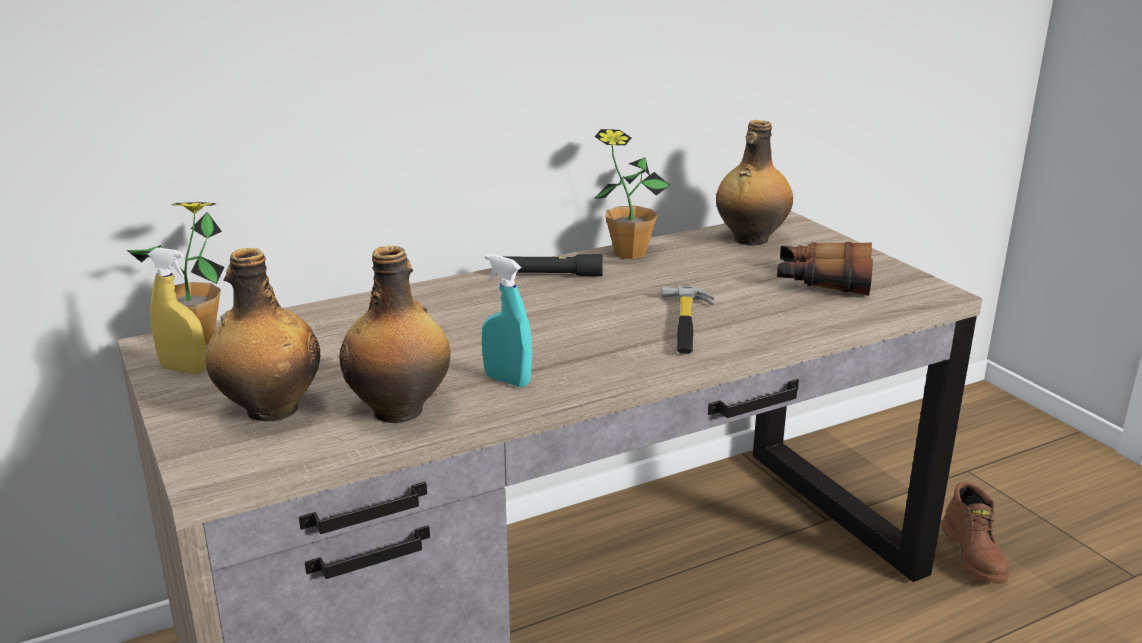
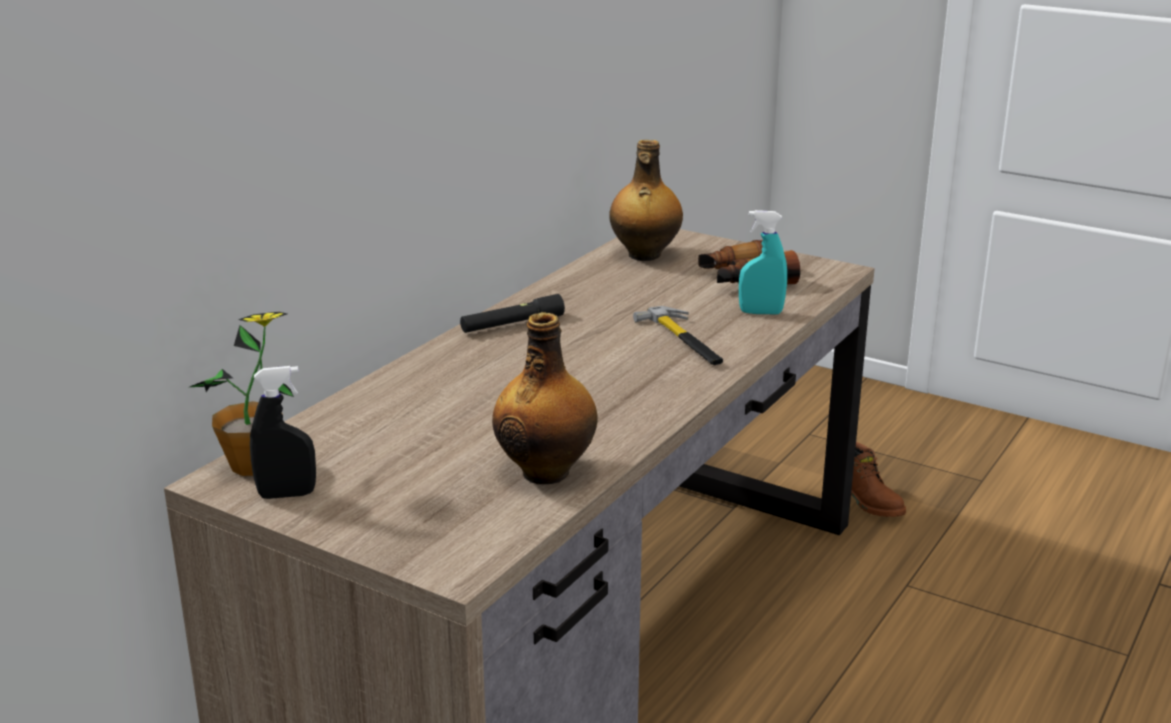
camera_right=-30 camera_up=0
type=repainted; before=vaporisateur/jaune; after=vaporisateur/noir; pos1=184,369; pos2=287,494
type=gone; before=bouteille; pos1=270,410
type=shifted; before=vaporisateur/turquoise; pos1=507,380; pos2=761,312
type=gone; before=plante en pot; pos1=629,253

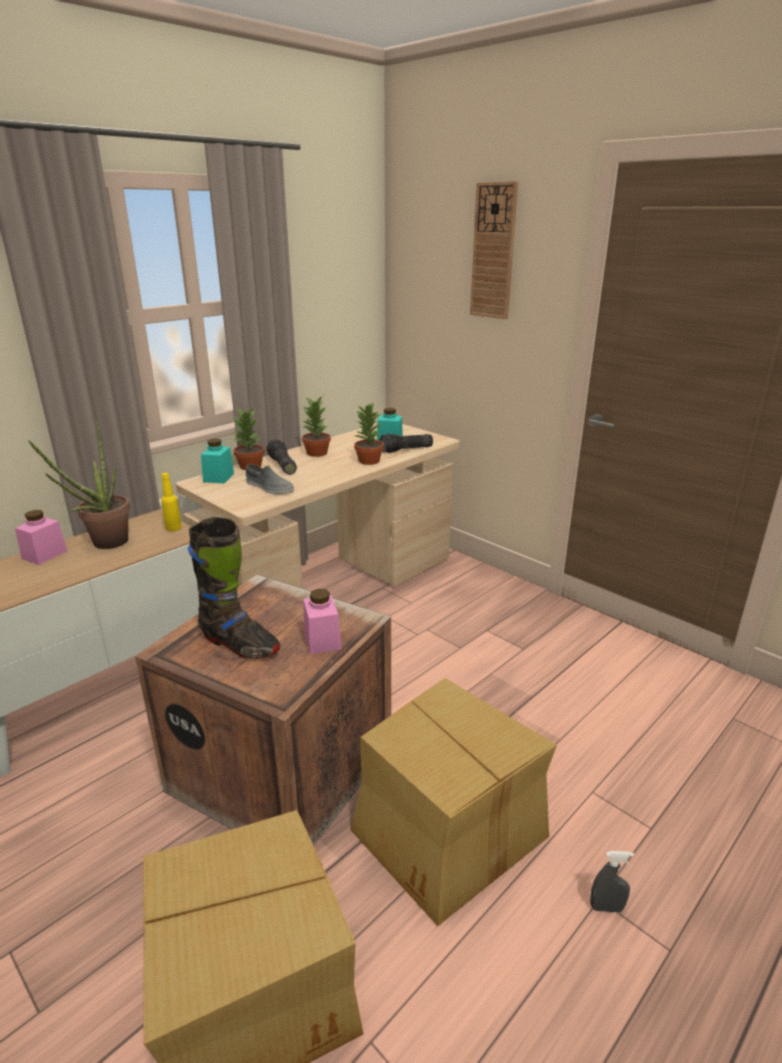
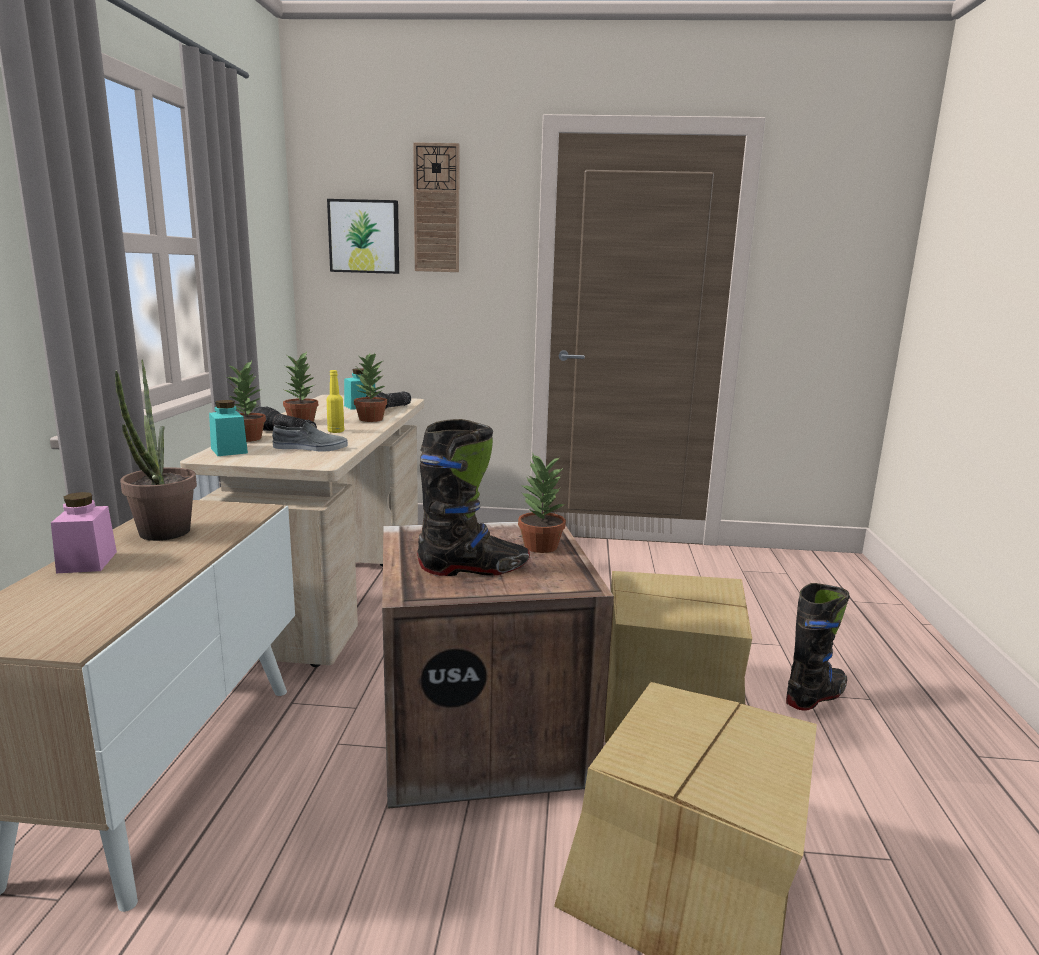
camera_right=-40 camera_up=-10
type=shifted; before=bouteille/jaune; pos1=173,528; pos2=336,431
type=swapped; before=bocal/rose; after=plante en pot; pos1=322,640; pos2=539,546
type=swapped; before=vaporisateur/gris; after=botte/noir; pos1=606,907; pos2=815,696
type=new; after=tableau; pos2=364,236

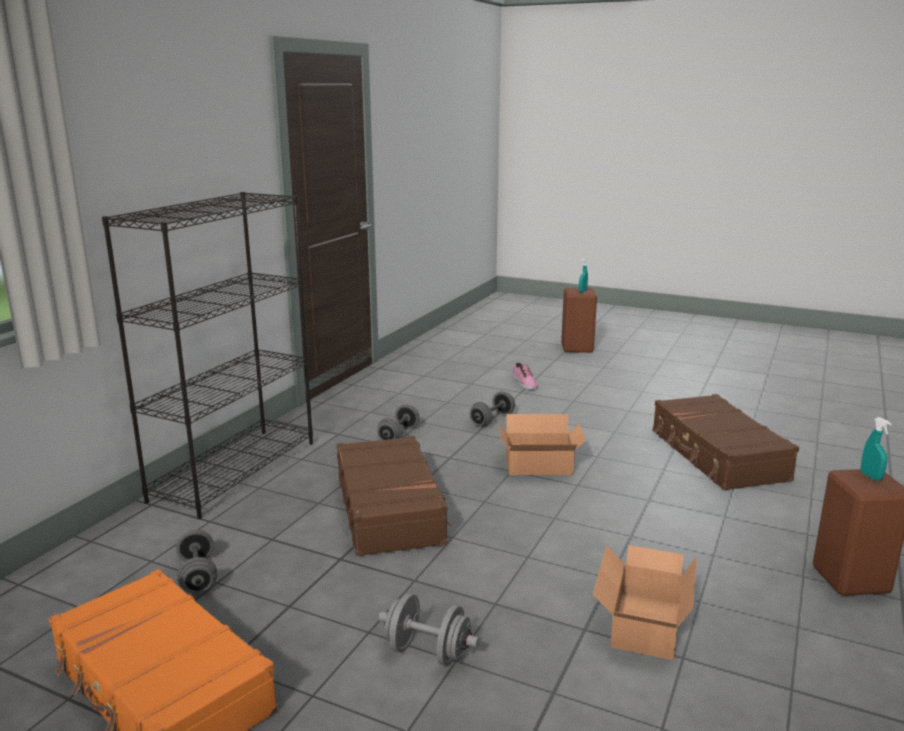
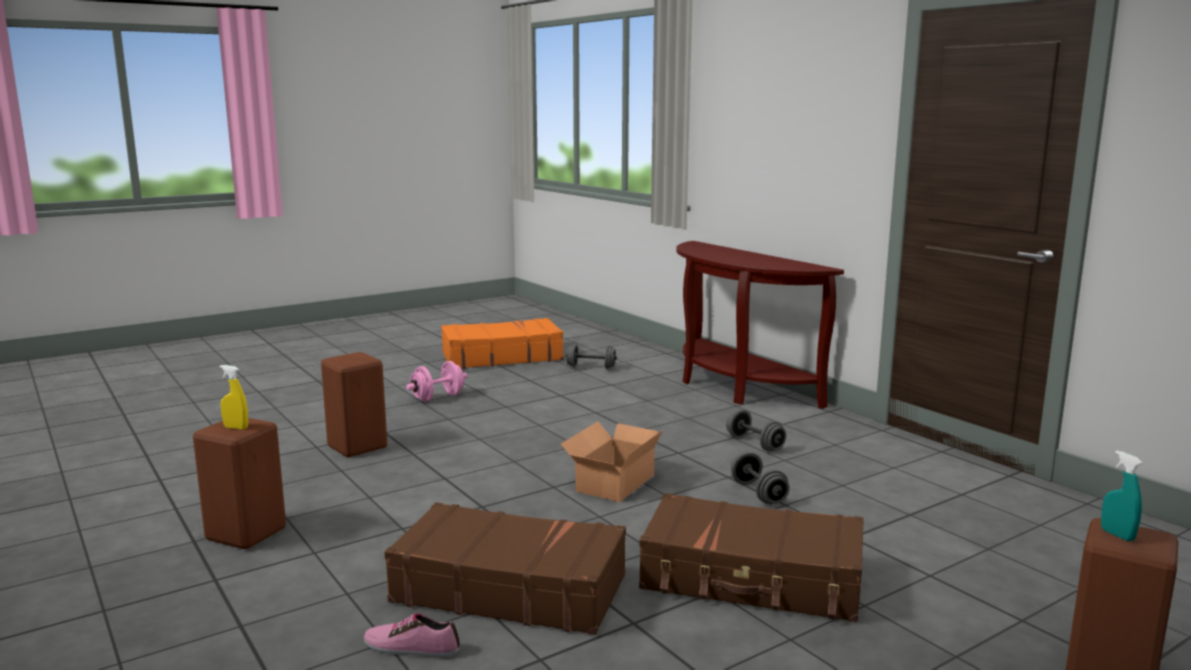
camera_right=120 camera_up=-5
type=swapped; before=bibliothèque/noir; after=table console/marron; pos1=235,470; pos2=735,386
type=shifted; before=valise/marron; pos1=390,509; pos2=752,579
type=repainted; before=haltère/gris; after=haltère/rose; pos1=428,652; pos2=438,397
type=shifted; before=chaussure; pos1=524,383; pos2=411,647
type=swapped; before=carton; after=tabouret/marron; pos1=641,626; pos2=358,446
type=repainted; before=vaporisateur/turquoise; after=vaporisateur/jaune; pos1=871,476; pos2=236,428

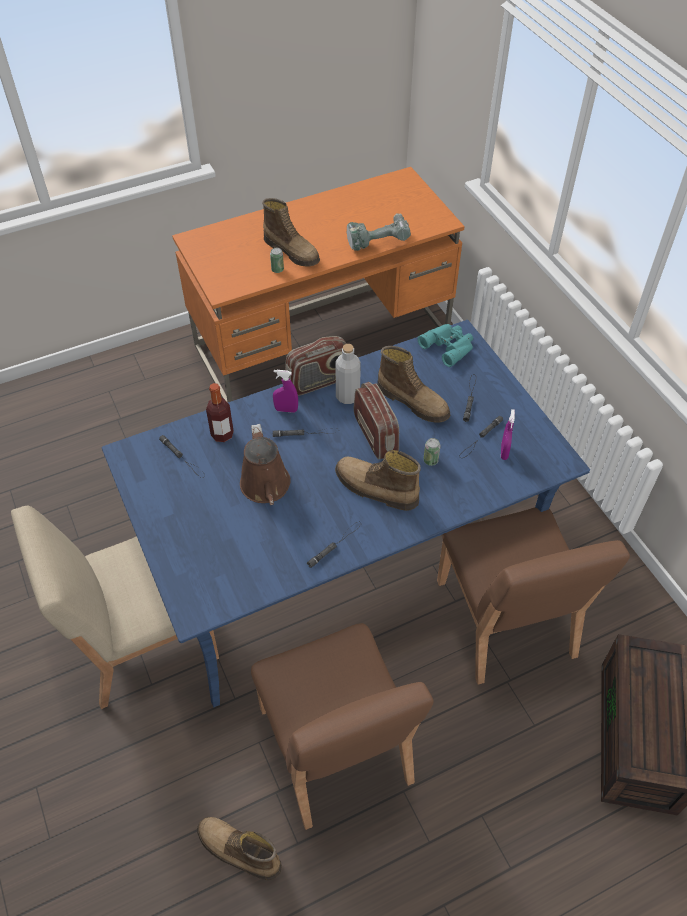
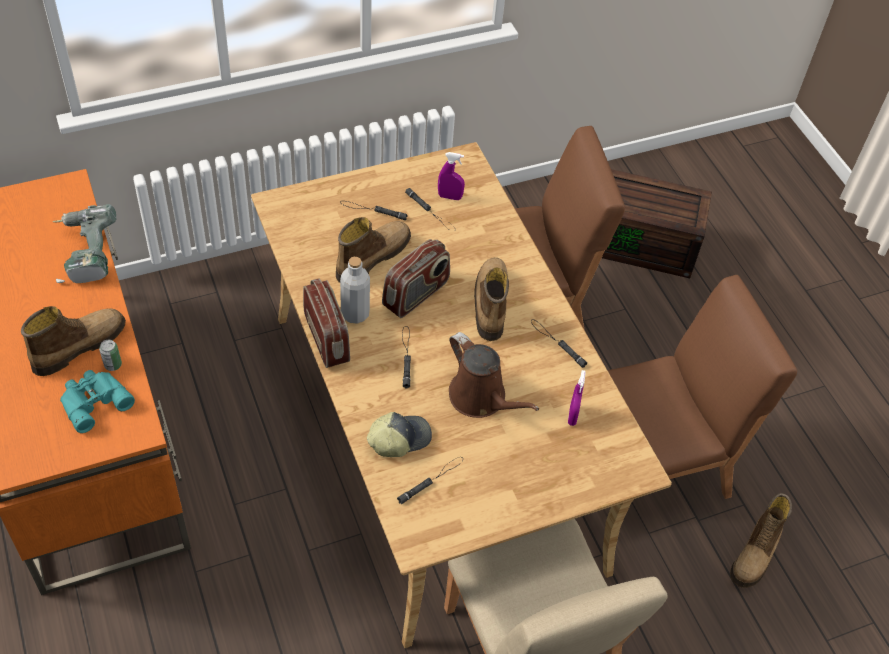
camera_right=-90 camera_up=0
type=repainted; before=table à manger/bleu; after=table à manger/beige; pos1=343,555; pos2=432,438
type=swapped; before=bouteille; after=casquette; pos1=222,434; pos2=398,438
type=rotated; before=arrosoir/marron; pos1=266,487; pos2=481,398; turn=60
type=shifted; before=vaporisateur/violet; pos1=286,410; pos2=572,416
type=rotated; before=botte; pos1=375,489; pos2=489,303; turn=150
type=rotated; before=radio; pos1=376,435; pos2=416,294; turn=150
type=shifted; before=jumelles/turquoise; pos1=449,346; pos2=93,401
type=gone; before=boîte métallique; pos1=430,460

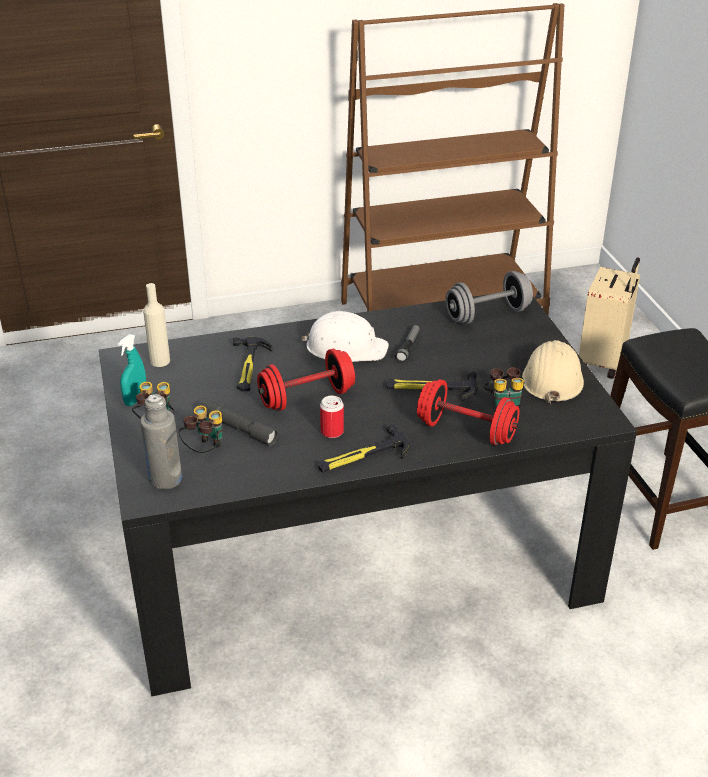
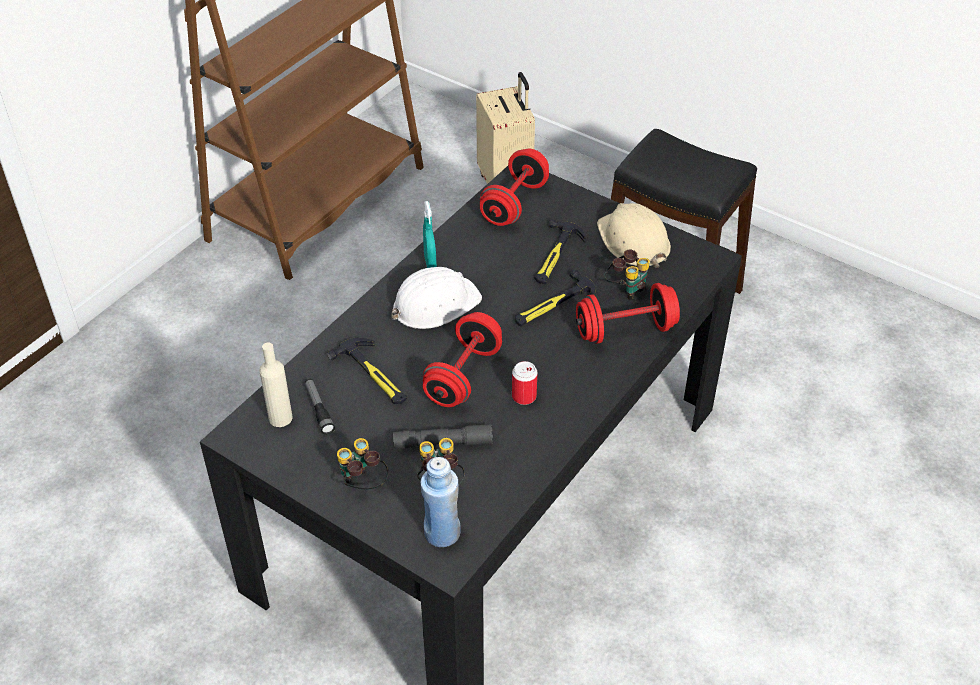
camera_right=-40 camera_up=10
type=shifted; before=vaporisateur/turquoise; pos1=135,399; pos2=430,263
type=repainted; before=bouteille/gris; after=bouteille/bleu; pos1=165,479; pos2=442,533
type=shifted; before=marteau; pos1=363,456; pos2=555,256
type=shifted; before=lampe de poche; pos1=408,346; pos2=319,409
type=repainted; before=haltère/gris; after=haltère/rouge; pos1=487,315; pos2=514,203

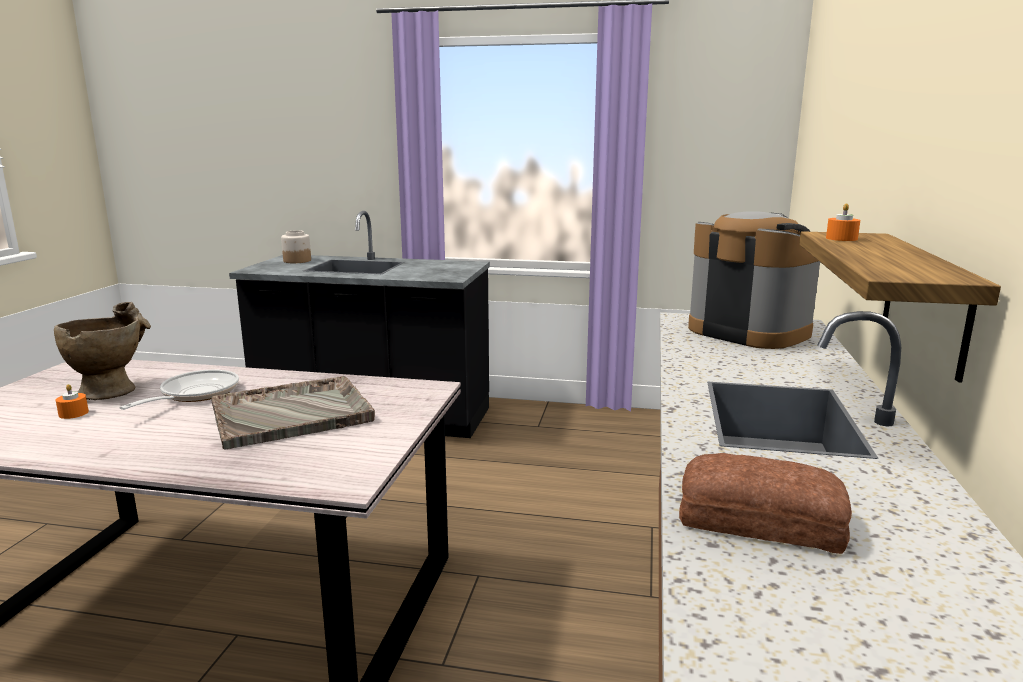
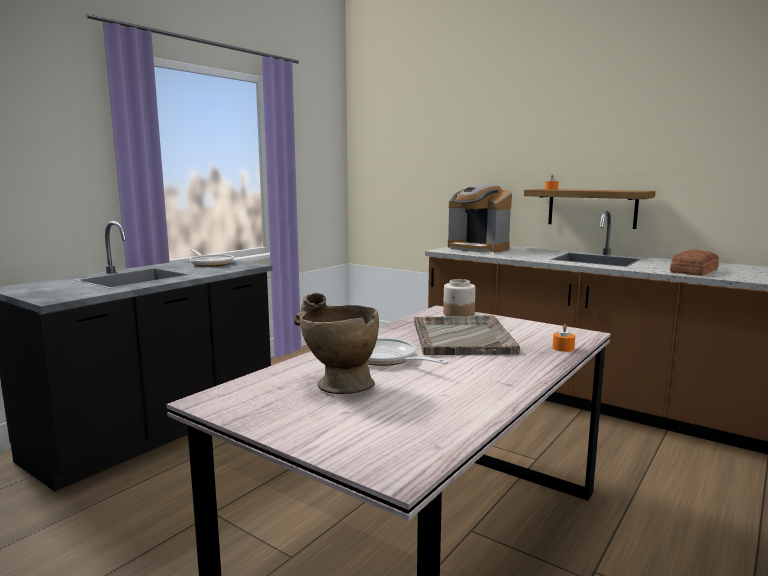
camera_right=-65 camera_up=-5
type=shifted; before=bougie/orange; pos1=73,413; pos2=563,348
type=shifted; before=bocal; pos1=297,261; pos2=459,314
type=rotated; before=machine à café; pos1=748,331; pos2=478,248; turn=-120
type=new; after=poêle; pos2=210,263

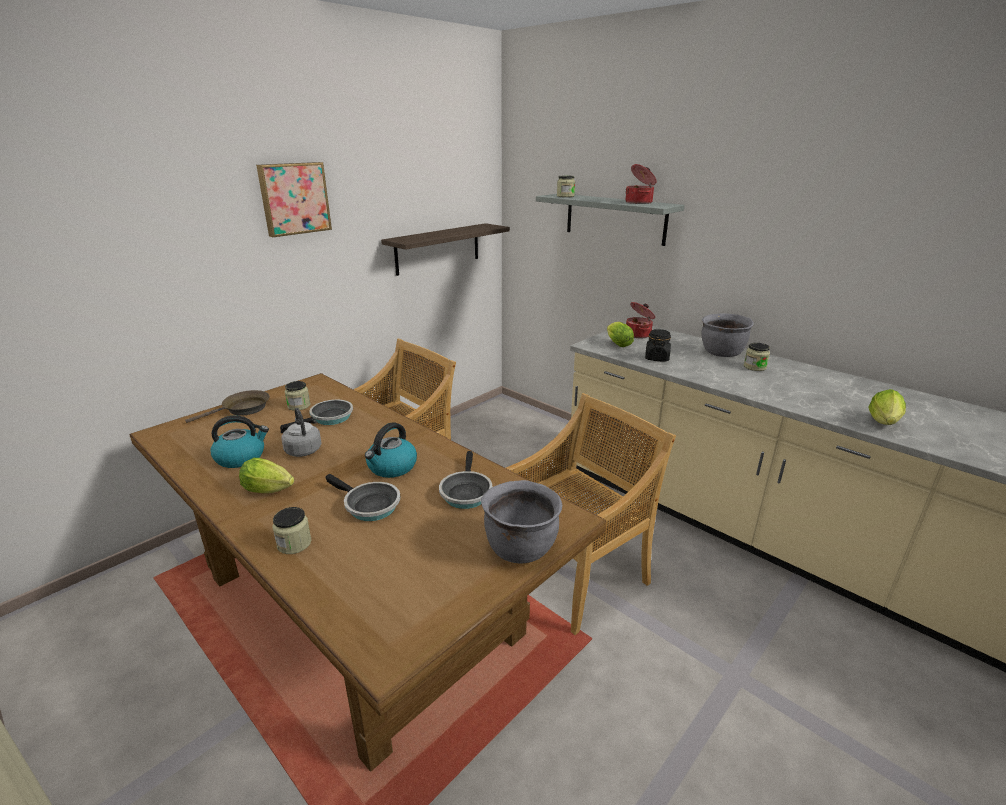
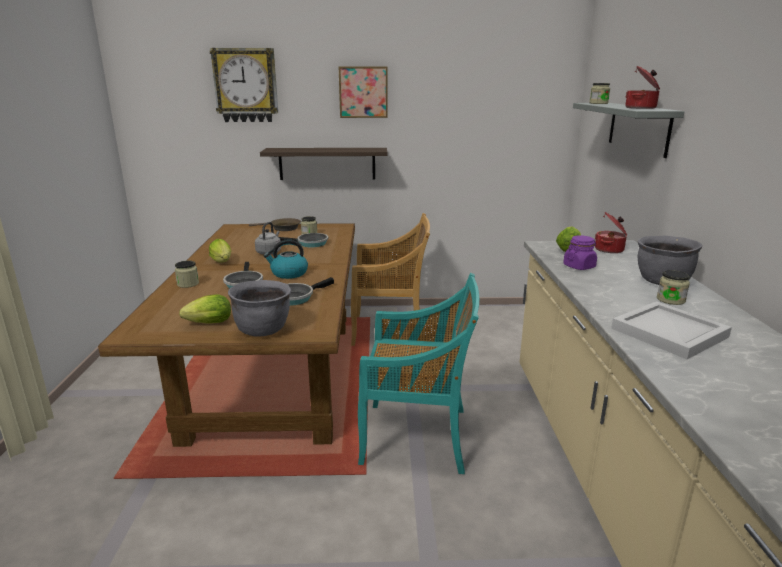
camera_right=45 camera_up=-5
type=gone; before=bouilloire; pos1=241,457
type=shifted; before=étagère; pos1=438,248; pos2=327,163
type=repainted; before=chaise/beige; after=chaise/turquoise; pos1=576,575; pos2=417,436
type=repainted; before=bocal/noir; after=bocal/violet; pos1=656,358; pos2=579,266
type=shifted; before=laitue; pos1=884,424; pos2=207,324
type=new; after=horloge murale; pos2=246,85
type=new; after=plateau/blanc; pos2=671,333

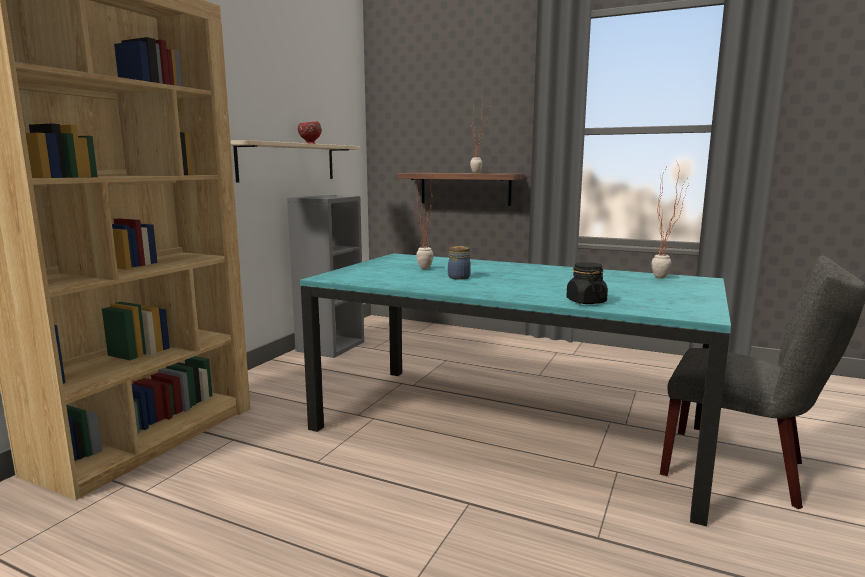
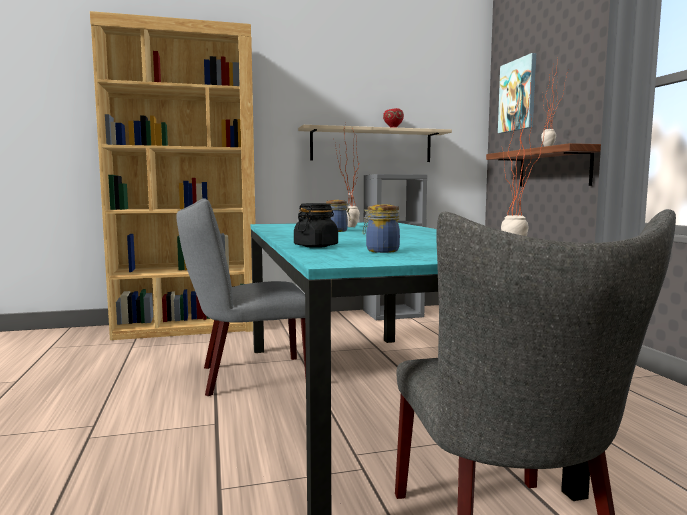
camera_right=50 camera_up=-5
type=new; after=chaise/gris; pos2=247,376
type=new; after=bocal; pos2=381,251
type=new; after=tableau; pos2=518,95

